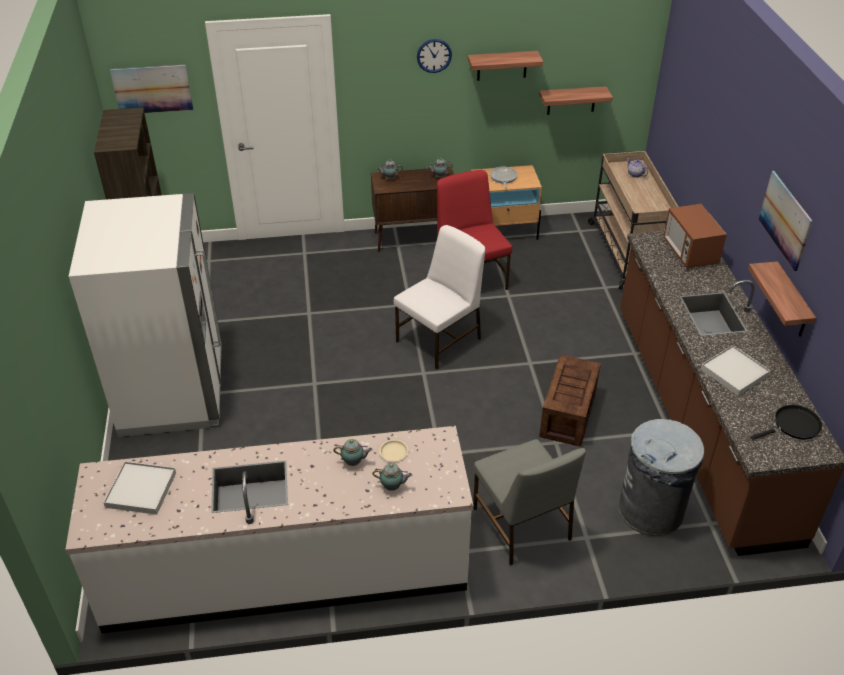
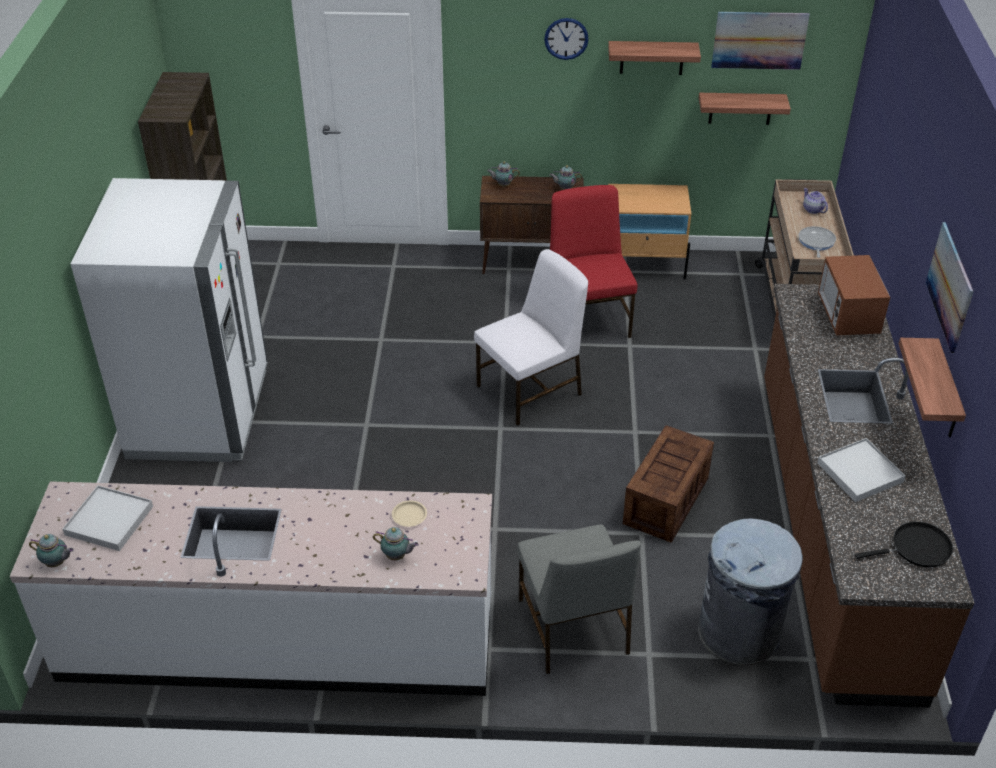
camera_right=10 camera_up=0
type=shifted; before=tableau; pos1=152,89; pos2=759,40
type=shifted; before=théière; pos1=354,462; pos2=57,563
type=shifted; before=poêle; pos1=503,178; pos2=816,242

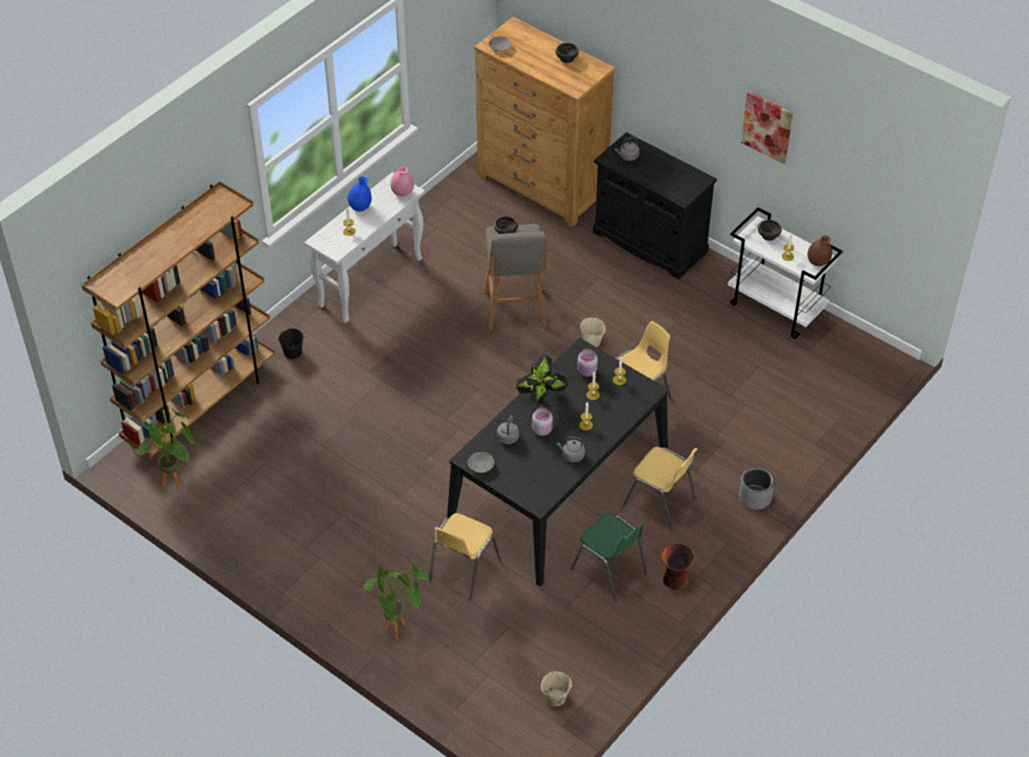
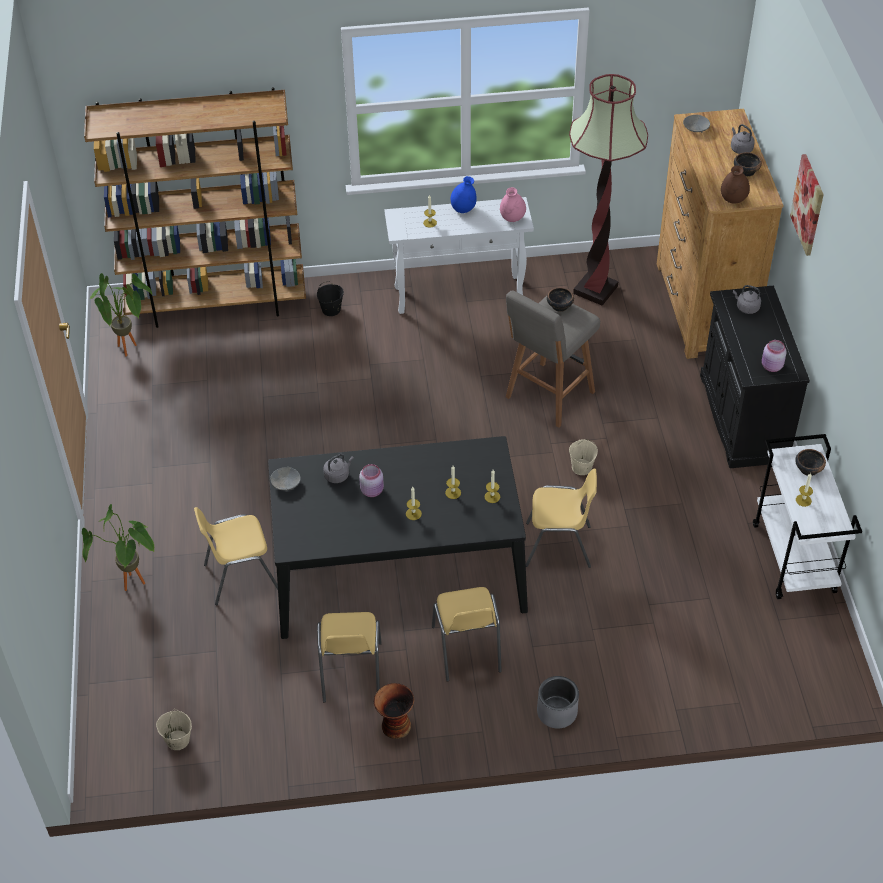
camera_right=45 camera_up=0
type=gone; before=plante en pot; pos1=541,397
type=shifted; before=bouilloire/gris; pos1=572,455; pos2=740,149
type=repainted; before=chaise/vert; after=chaise/jaune; pos1=609,571; pos2=351,673
type=shifted; before=bocal/rose; pos1=587,372; pos2=771,367
type=shifted; before=tableau; pos1=767,127; pos2=808,205
type=shifted; before=vase/marron; pos1=818,262; pos2=733,200
type=new; after=lampadaire; pos2=595,289

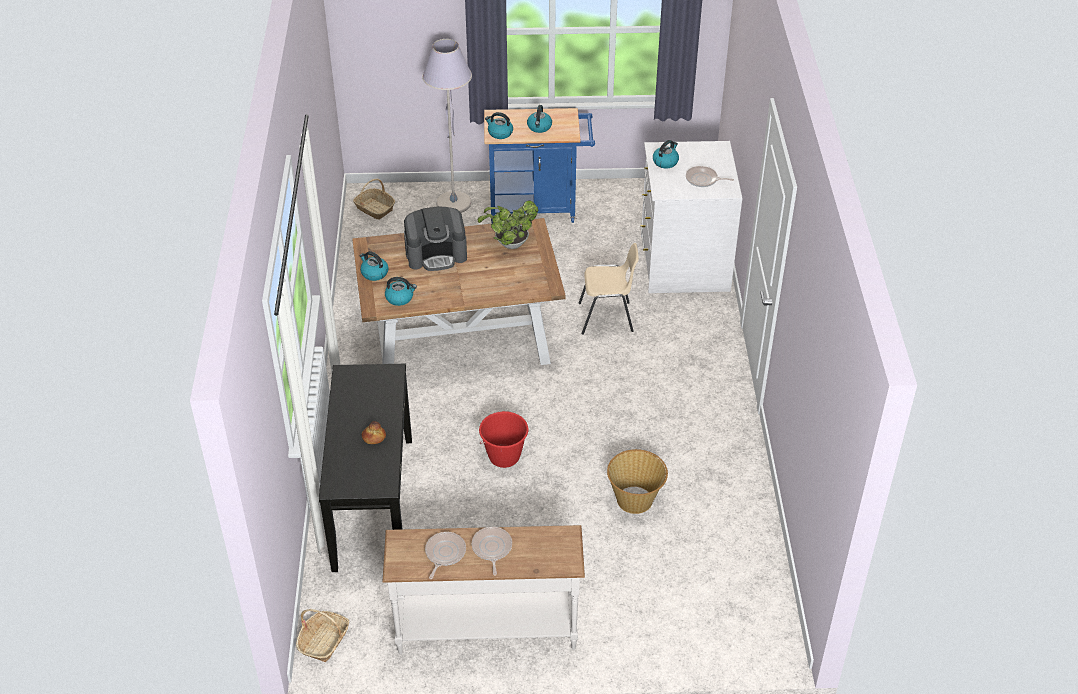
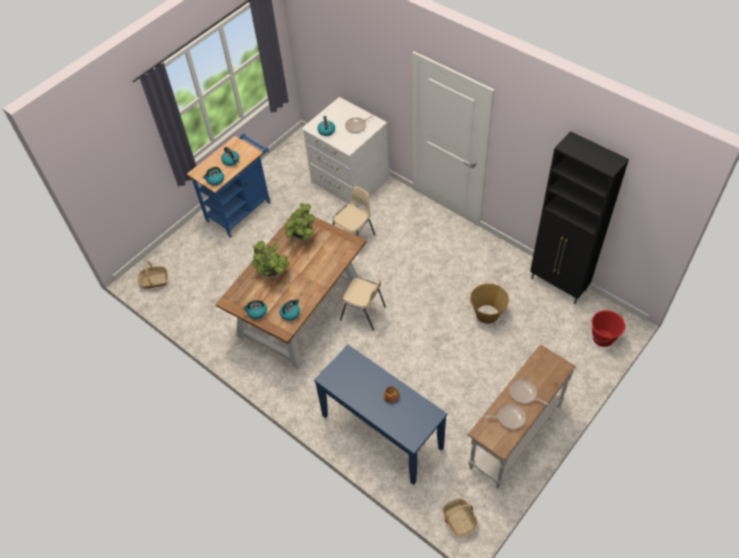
camera_right=-45 camera_up=10
type=repainted; before=table console/noir; after=table console/bleu; pos1=372,502; pos2=381,432
type=swapped; before=machine à café; after=plante en pot; pos1=436,254; pos2=273,274
type=gone; before=lampadaire/gris; pos1=453,203
type=rotated; before=poêle; pos1=444,553; pos2=509,418; turn=120
type=shifted; before=seau/rouge; pos1=504,457; pos2=603,338
type=new; after=chaise/beige; pos2=364,313
type=new; after=meuble de rangement/noir; pos2=559,285

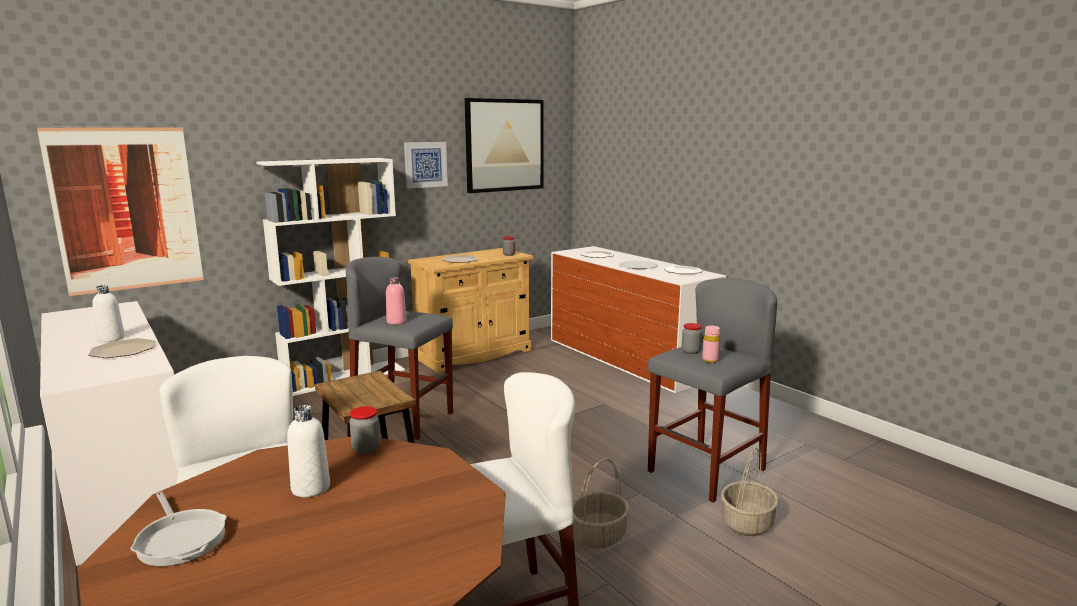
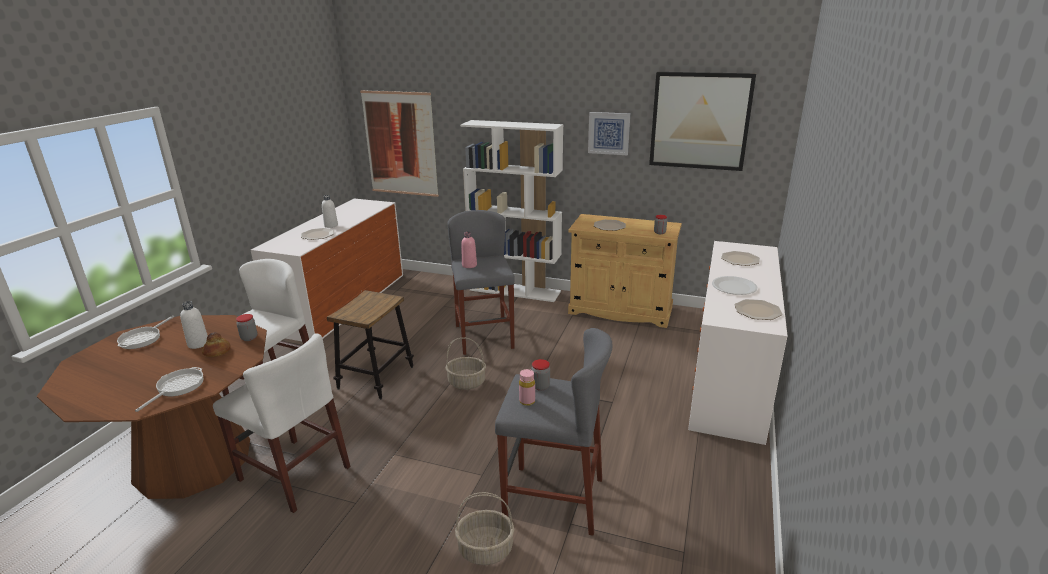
camera_right=55 camera_up=10
type=shifted; before=panier; pos1=598,536; pos2=466,383
type=new; after=poêle; pos2=178,387
type=new; after=pain; pos2=217,352

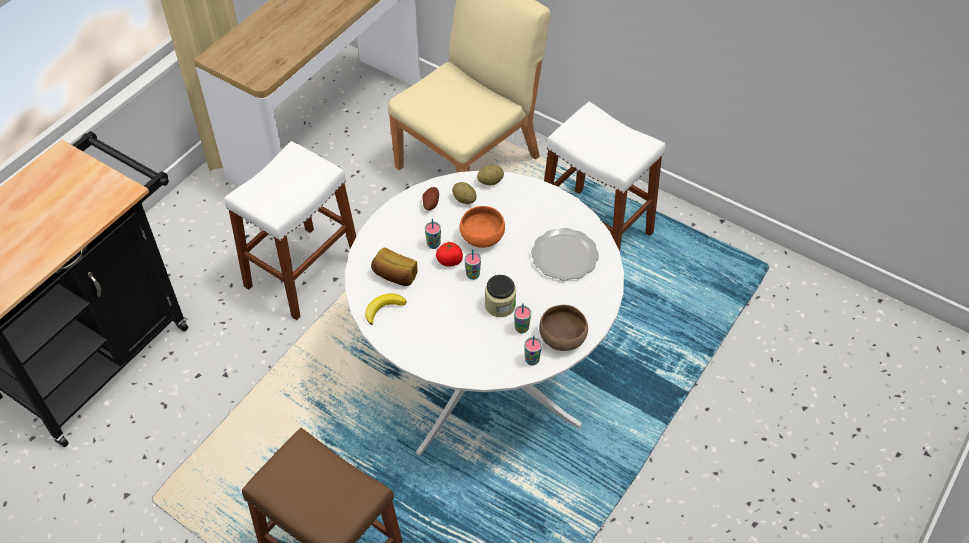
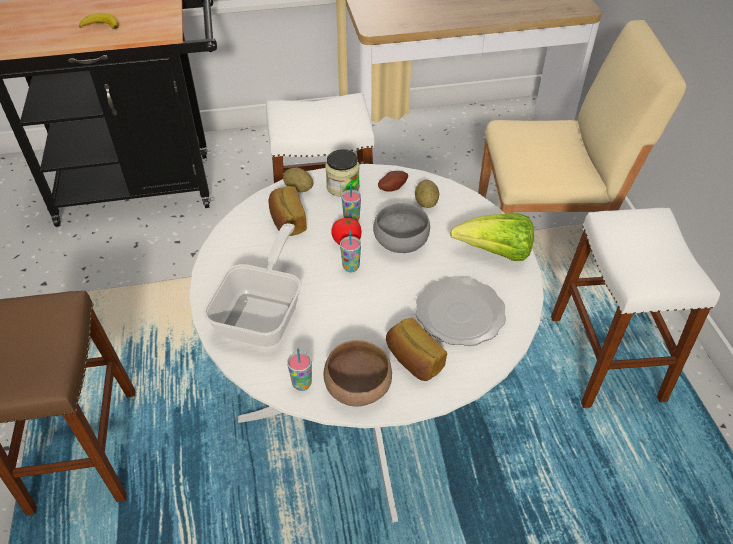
camera_right=45 camera_up=-5
type=shifted; before=banane; pos1=383,309; pos2=101,25
type=repainted; before=bol/orange; after=bol/gris; pos1=482,238; pos2=400,243
type=shifted; before=pomme de terre; pos1=490,182; pos2=298,189
type=shifted; before=bocal; pos1=500,305; pos2=343,186
type=gone; before=tasse; pos1=521,328
type=new; after=poêle; pos2=264,313
type=new; after=pain; pos2=413,360
type=new; after=laitue; pos2=495,253

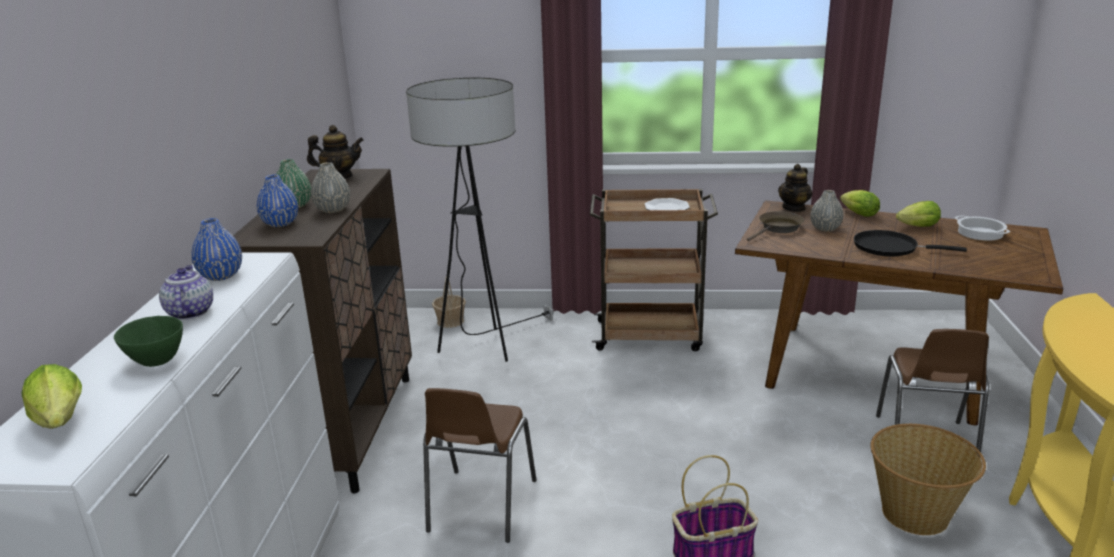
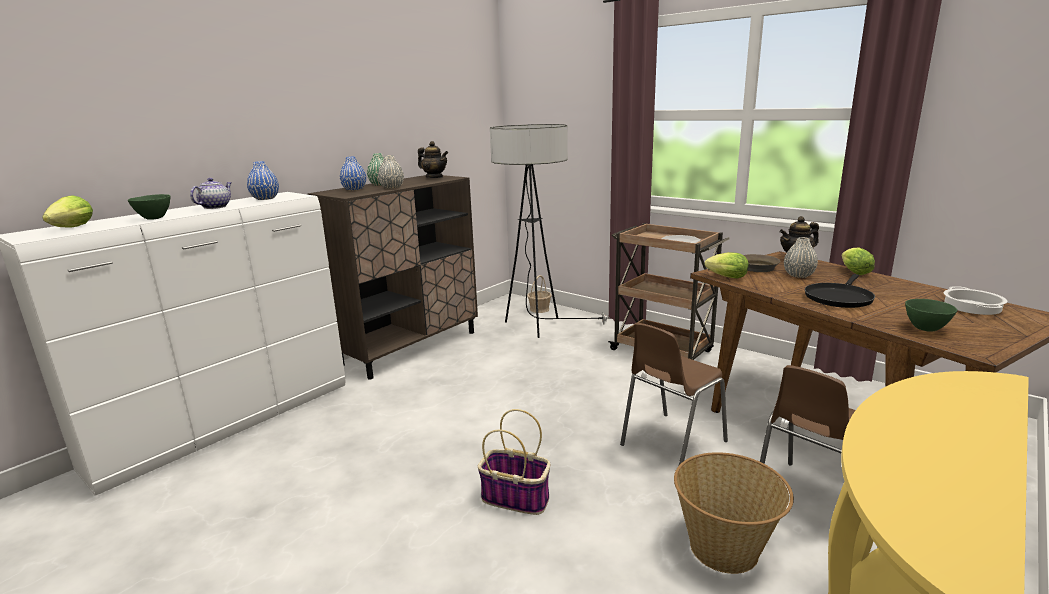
camera_right=35 camera_up=-5
type=shifted; before=chaise/marron; pos1=480,507; pos2=670,443
type=rotated; before=poêle/noir; pos1=890,248; pos2=839,298; turn=-105
type=shifted; before=laitue; pos1=915,227; pos2=724,277
type=new; after=bol/vert; pos2=926,329

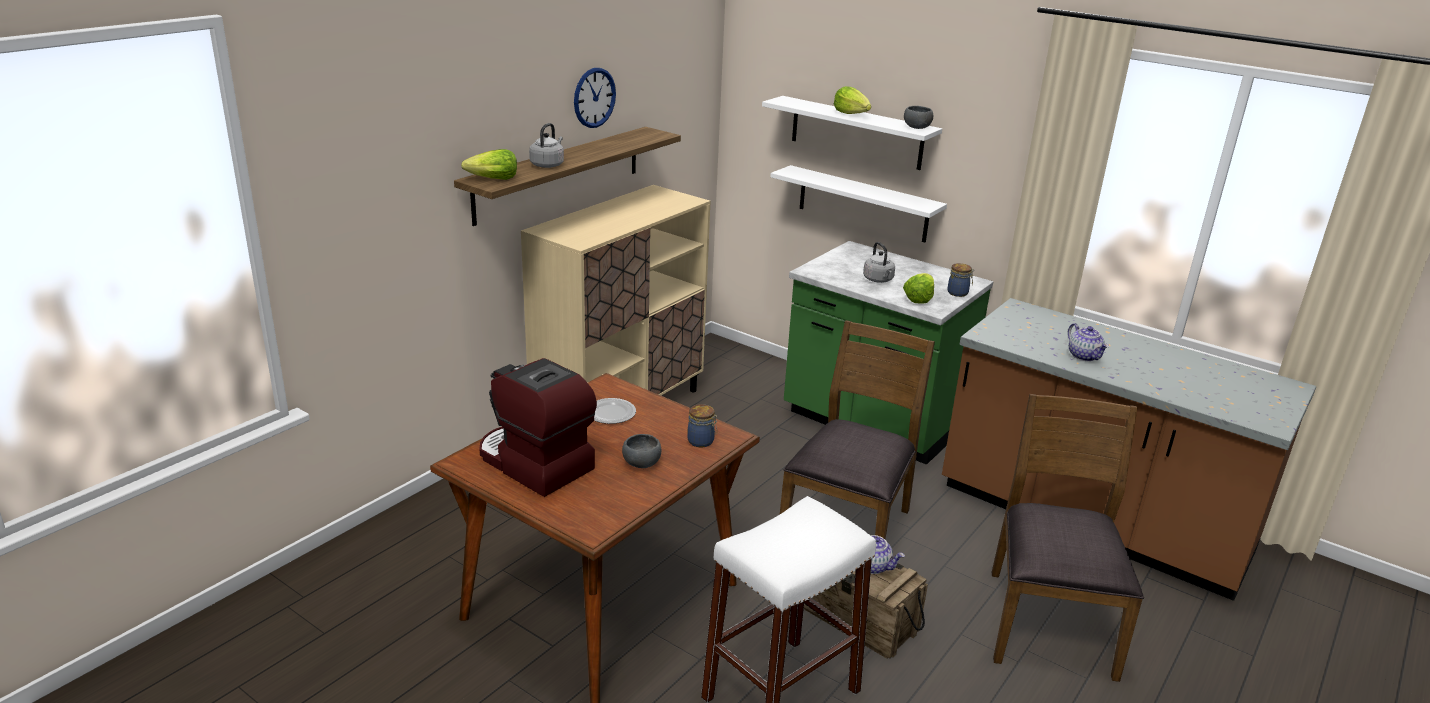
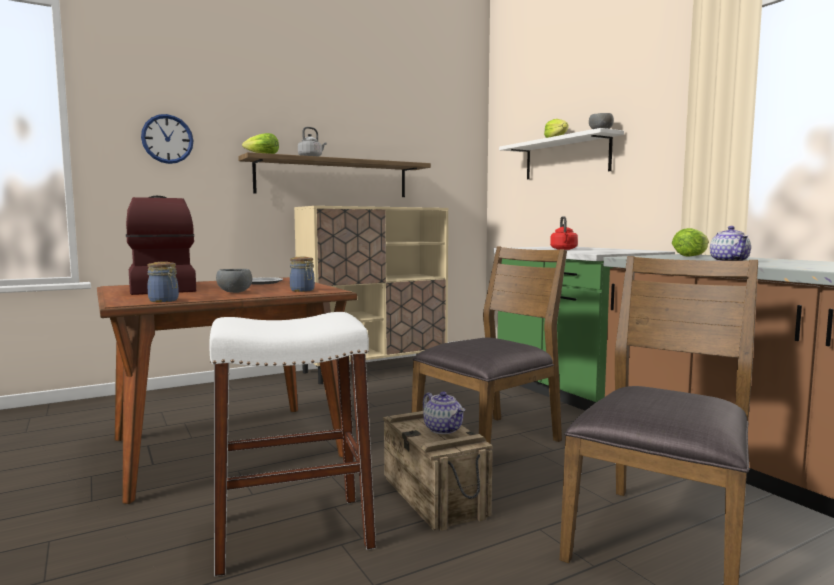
camera_right=25 camera_up=-20
type=shifted; before=horloge murale; pos1=594,97; pos2=167,139
type=gone; before=étagère/blanc; pos1=863,204
type=repainted; before=bouilloire/gris; after=bouilloire/rouge; pos1=878,280; pos2=564,249
type=shifted; before=laitue; pos1=918,298; pos2=690,256
type=shifted; before=bocal; pos1=958,293; pos2=164,301

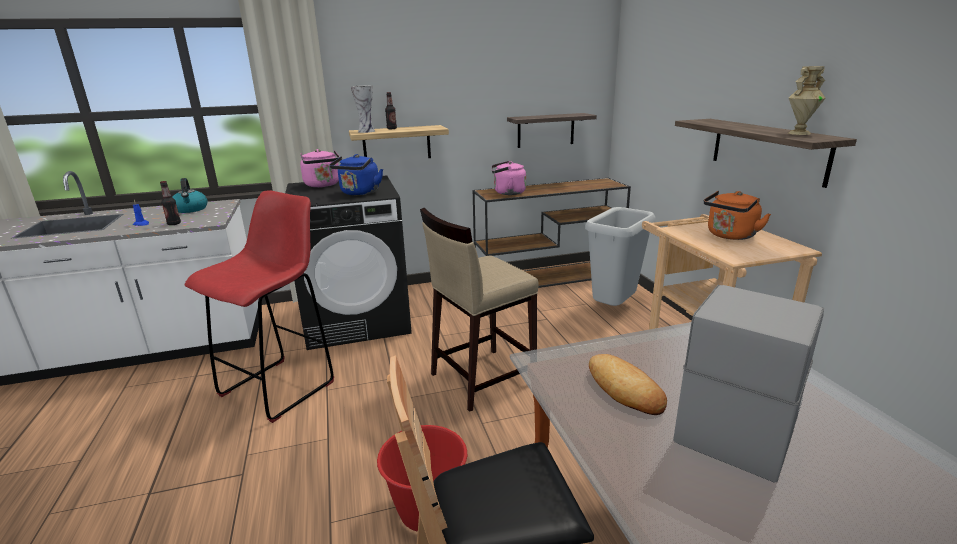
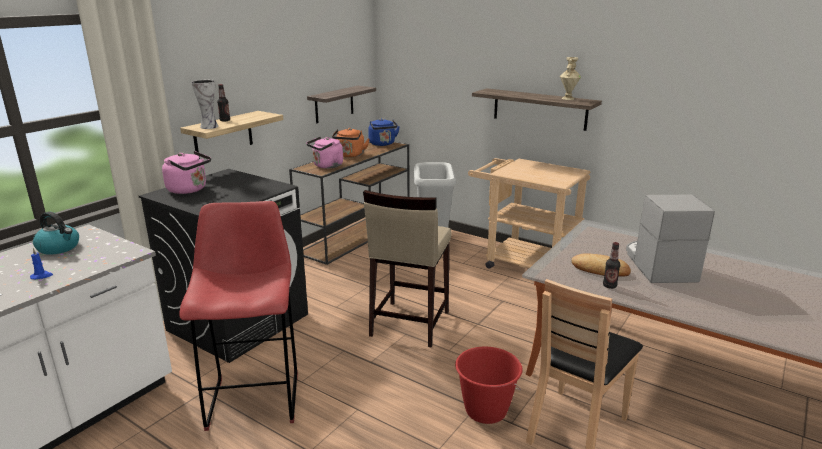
camera_right=-40 camera_up=0
type=shifted; before=bouteille; pos1=174,224; pos2=609,286
type=shifted; before=bouilloire/bleu; pos1=359,193; pos2=382,144
type=shifted; before=bouilloire/orange; pos1=730,236; pos2=350,155

